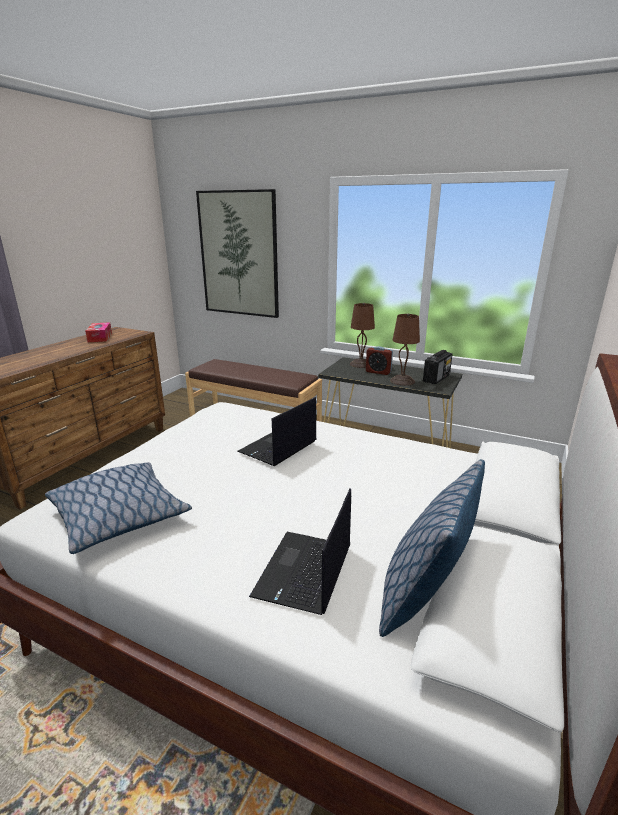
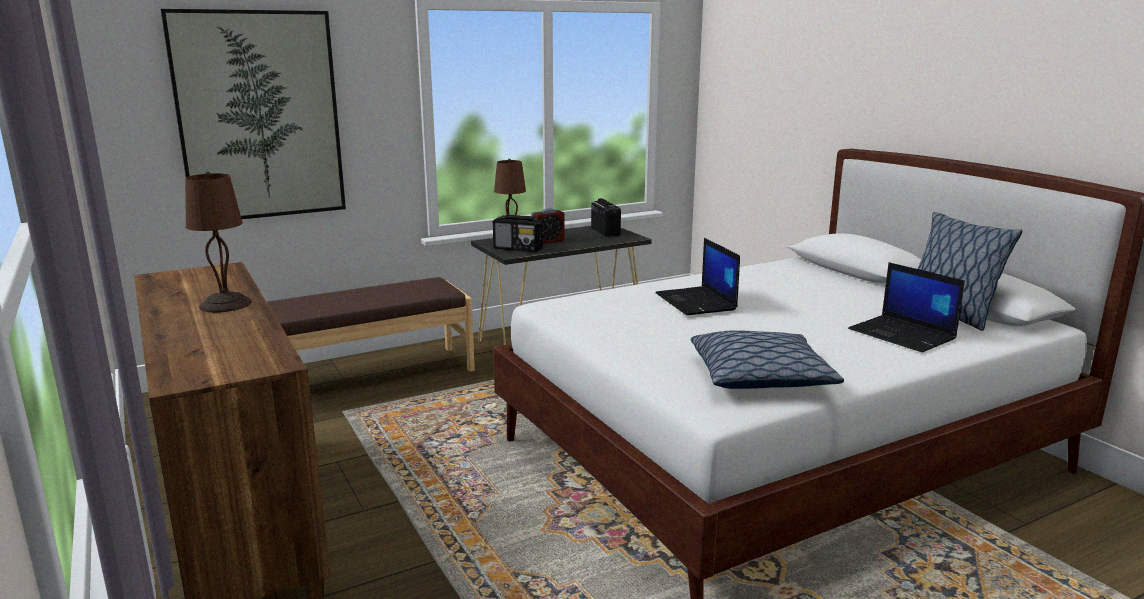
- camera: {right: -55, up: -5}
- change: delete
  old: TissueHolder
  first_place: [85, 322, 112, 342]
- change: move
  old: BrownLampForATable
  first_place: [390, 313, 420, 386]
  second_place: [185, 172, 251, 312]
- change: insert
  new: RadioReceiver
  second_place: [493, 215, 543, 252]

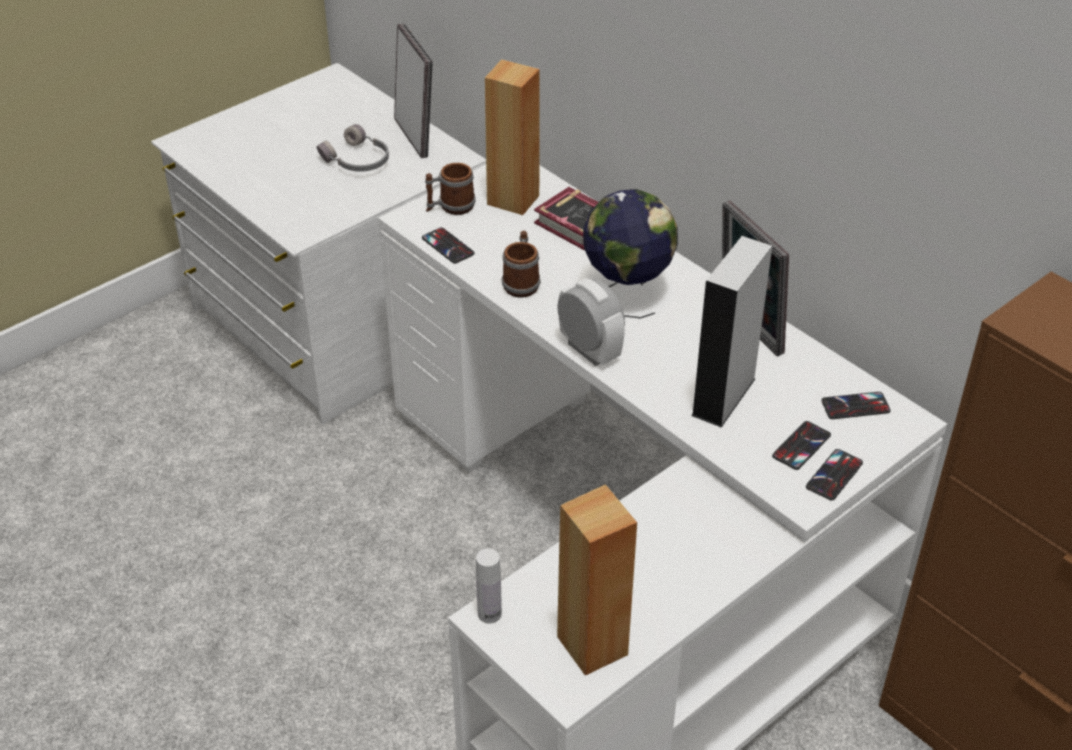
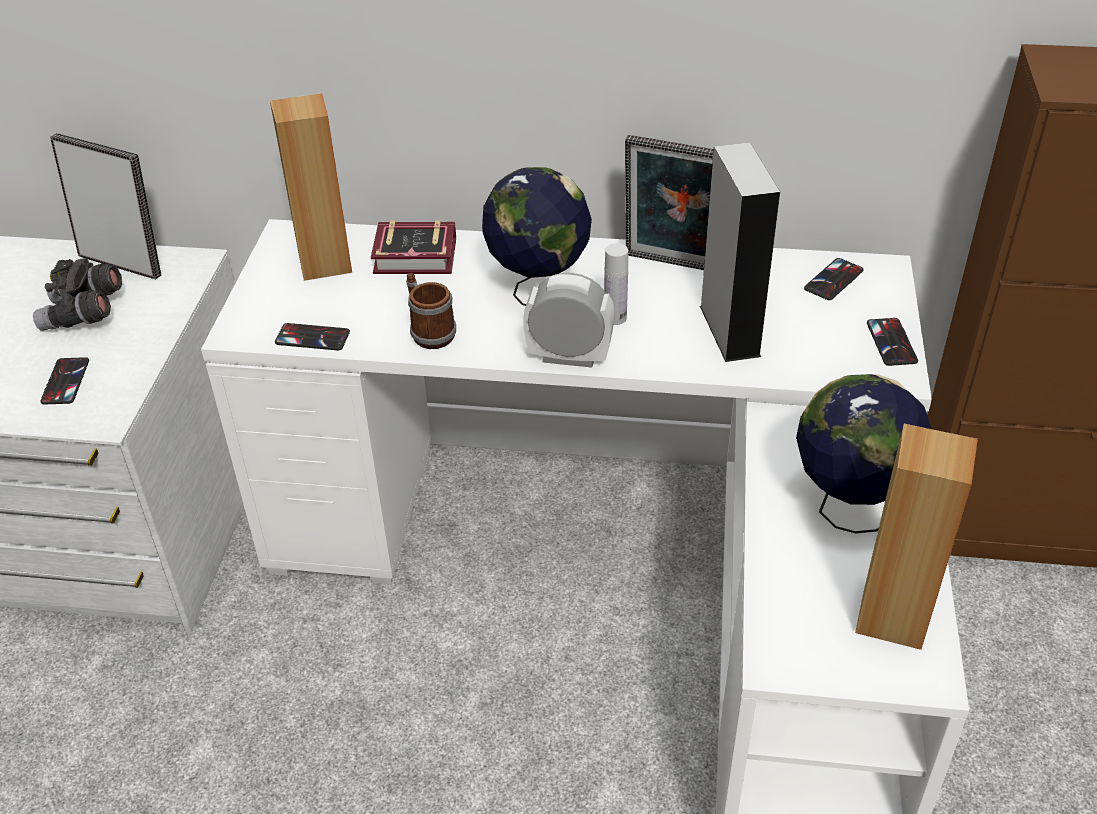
- camera: {right: -40, up: 0}
- change: replace
  old: GreyishPairOfHeadphones
  new: GreyishPairOfBinoculars
  first_place: [316, 124, 389, 172]
  second_place: [33, 258, 122, 331]
- change: delete
  old: Mug
  first_place: [425, 163, 476, 215]
- change: move
  old: WhiteColouredDrinkBottle
  first_place: [476, 548, 502, 623]
  second_place: [604, 243, 628, 325]
- change: move
  old: Handset
  first_place: [772, 421, 831, 470]
  second_place: [40, 357, 89, 404]
- change: insert
  new: DeskGlobe
  second_place: [796, 374, 931, 533]

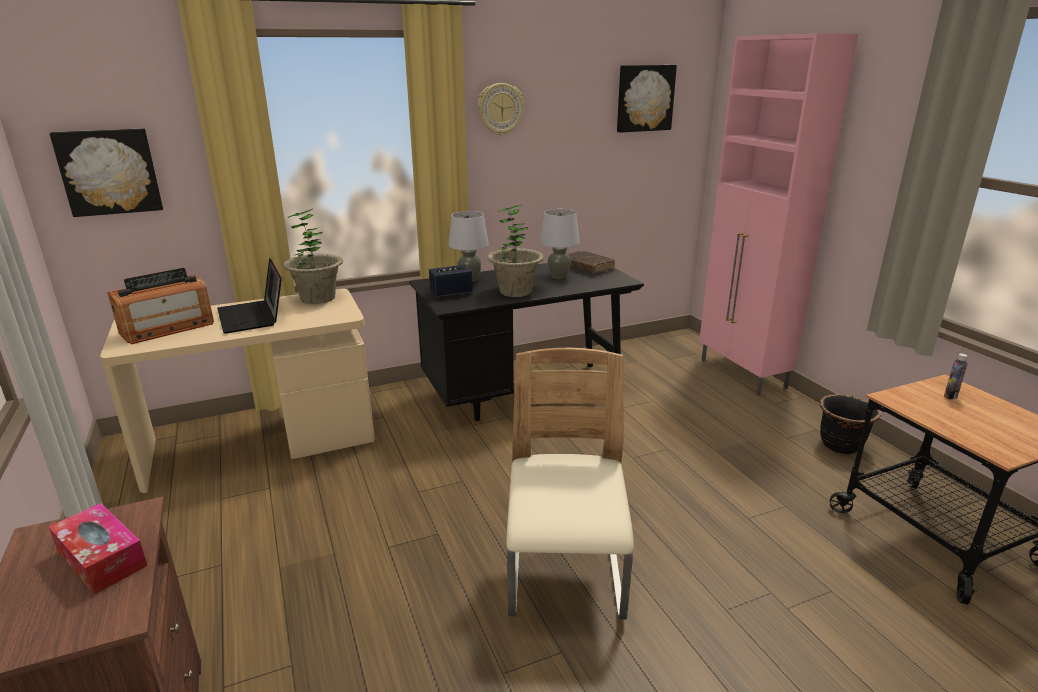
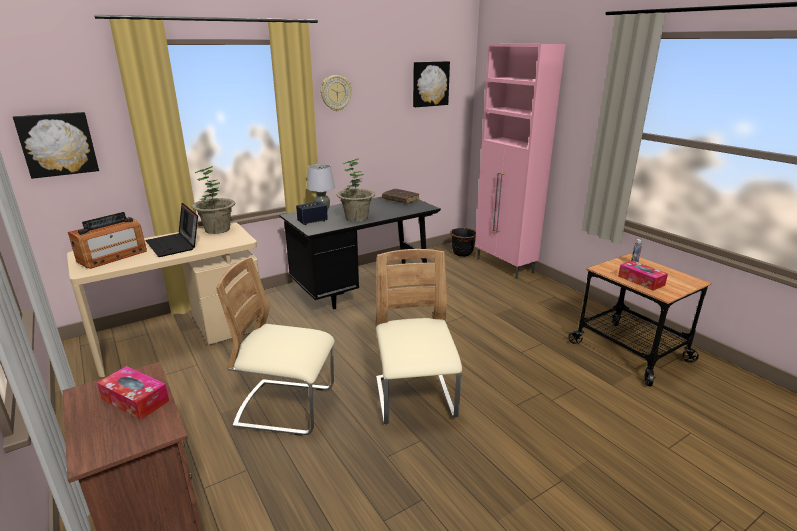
- camera: {right: -10, up: 0}
- change: delete
  old: GreyishLampForATable
  first_place: [540, 209, 580, 279]
- change: move
  old: BlackColouredPlantPot
  first_place: [820, 394, 881, 454]
  second_place: [450, 228, 476, 257]
- change: insert
  new: SandColouredPlainChair
  second_place: [216, 257, 335, 436]
- change: insert
  new: TissueHolder
  second_place: [618, 260, 668, 291]

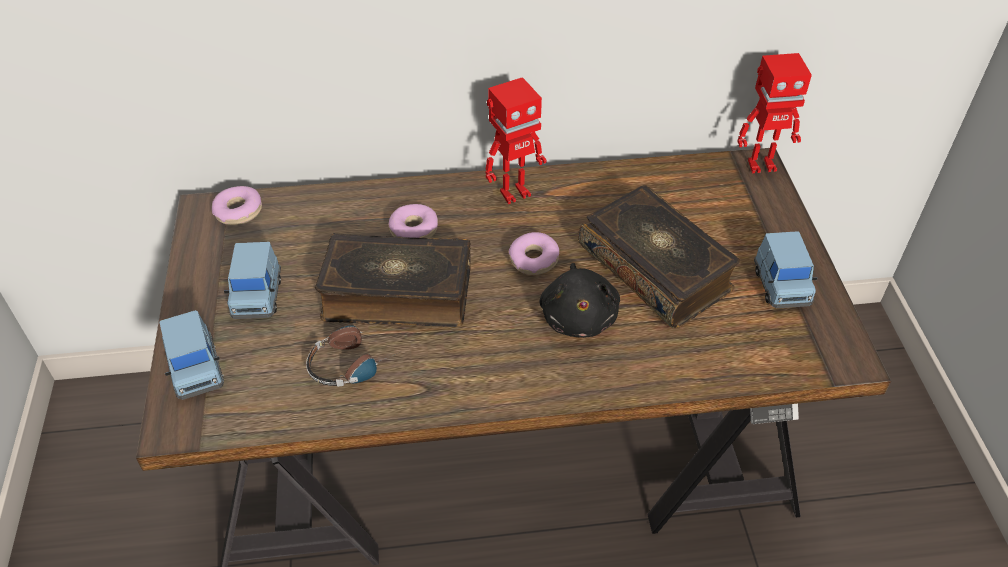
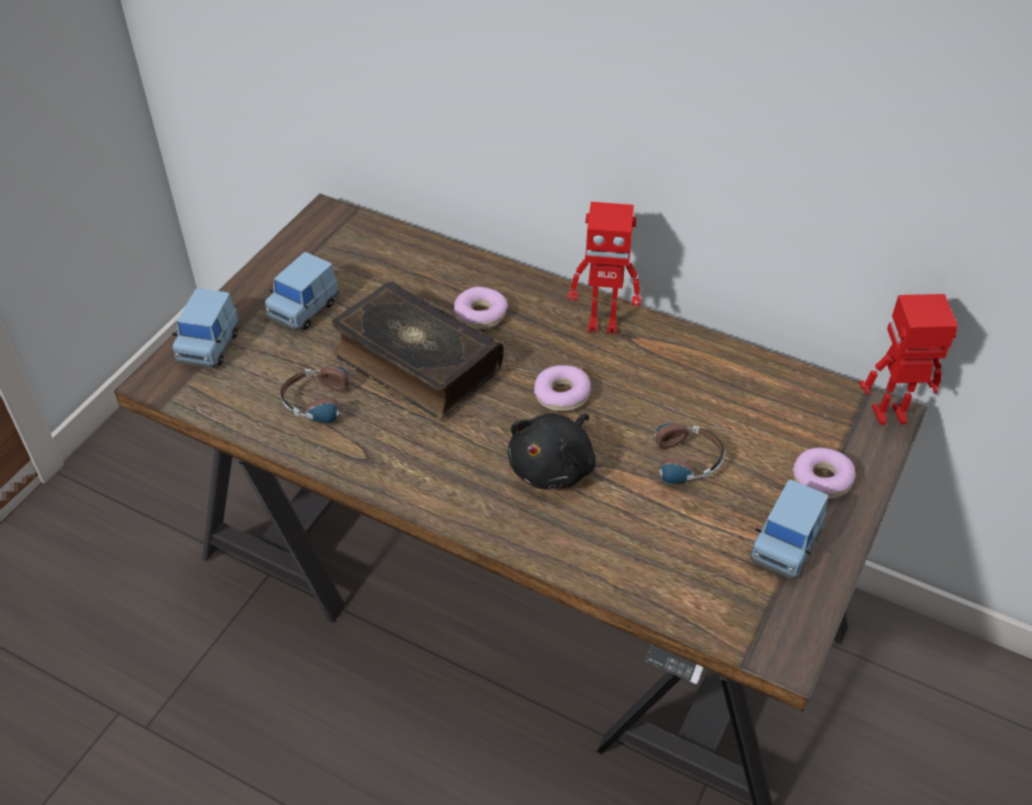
- camera: {right: 35, up: 0}
- change: move
  old: Donut
  first_place: [212, 186, 262, 225]
  second_place: [792, 448, 855, 499]
- change: replace
  old: Volume
  new: PairOfHeadphones
  first_place: [578, 185, 740, 328]
  second_place: [622, 423, 725, 484]
- change: rotate
  old: ModelRobot
  first_place: [737, 53, 812, 173]
  second_place: [859, 294, 958, 425]
  degrees: 150

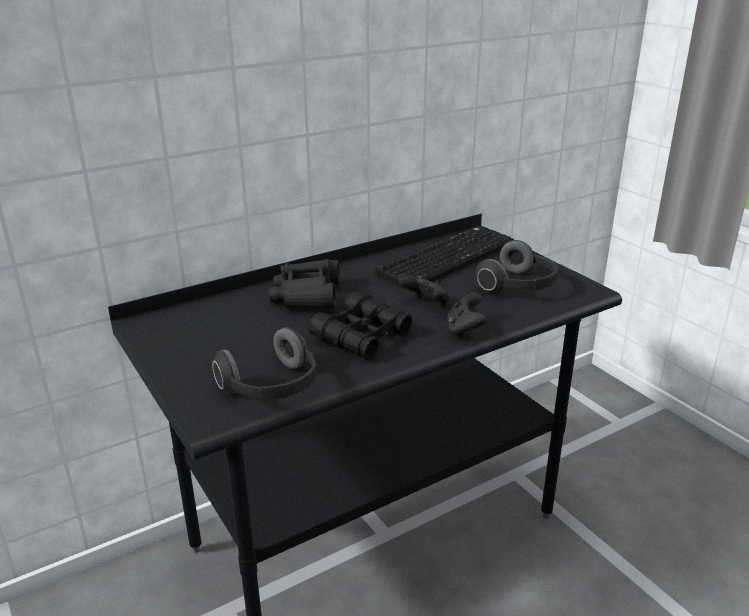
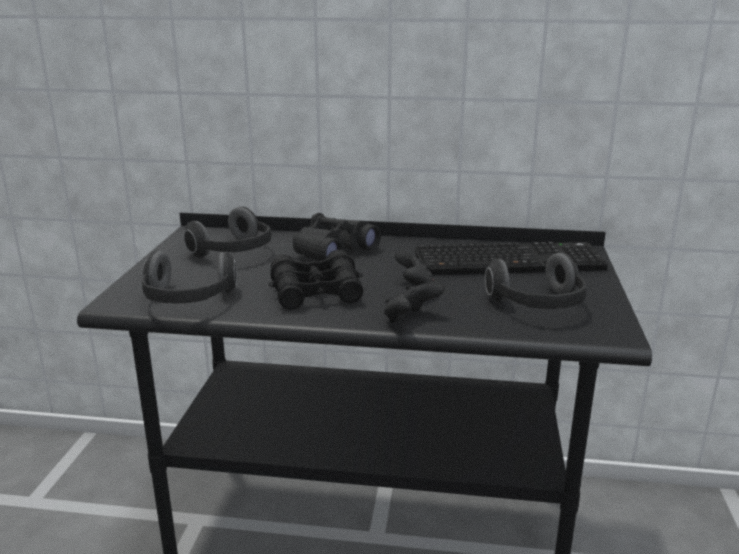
- camera: {right: 40, up: -5}
- change: insert
  new: PairOfHeadphones
  second_place: [183, 206, 272, 258]

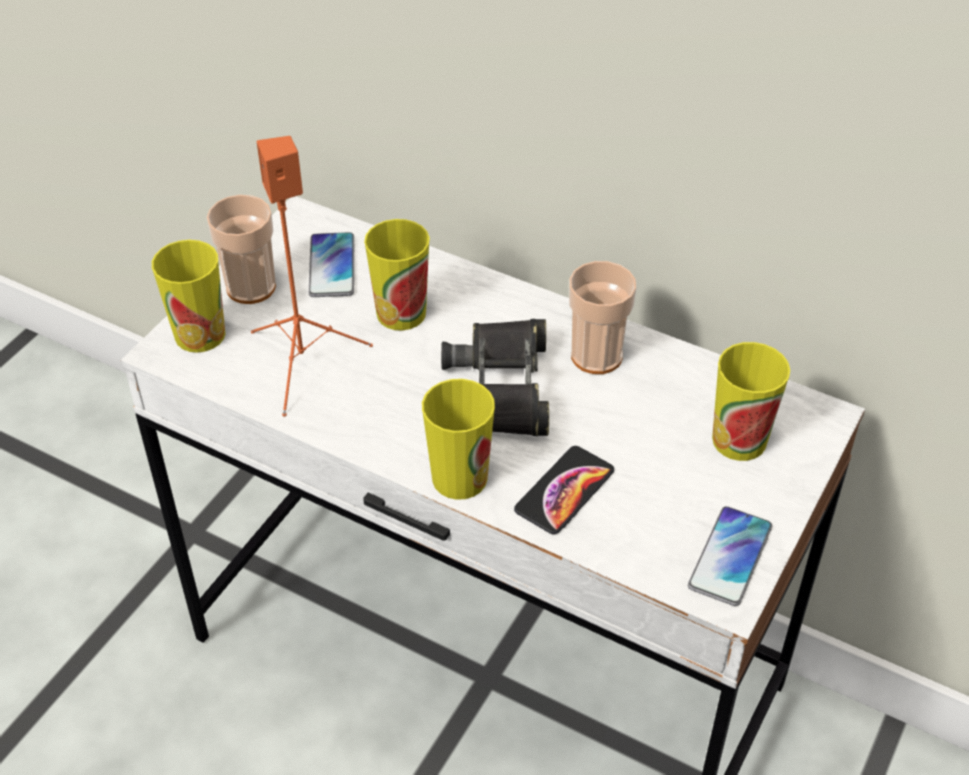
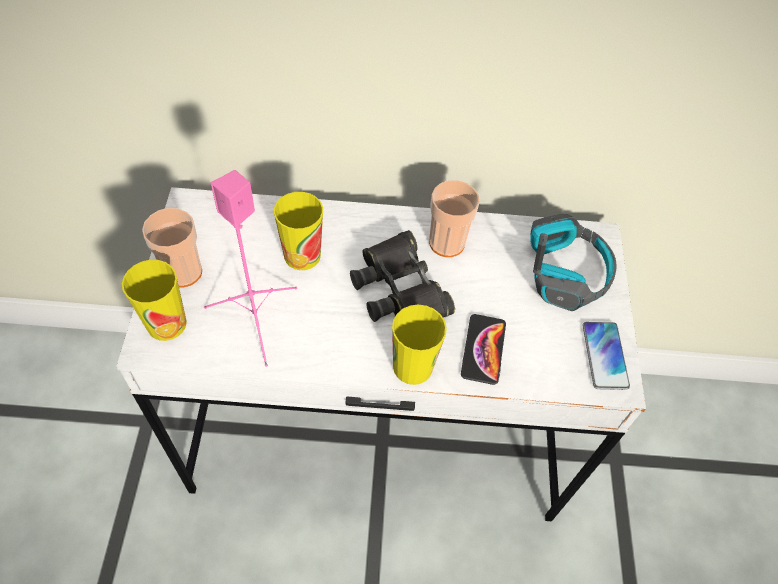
- camera: {right: -30, up: 10}
- change: recolor
  old: OrangeyAudioSpeaker
  new: PinkColouredAudioSpeaker
  first_place: [251, 136, 373, 417]
  second_place: [204, 170, 297, 367]
- change: delete
  old: Handset
  first_place: [309, 232, 354, 297]
- change: replace
  old: SmallCup
  new: PairOfHeadphones
  first_place: [712, 342, 790, 461]
  second_place: [530, 214, 617, 311]

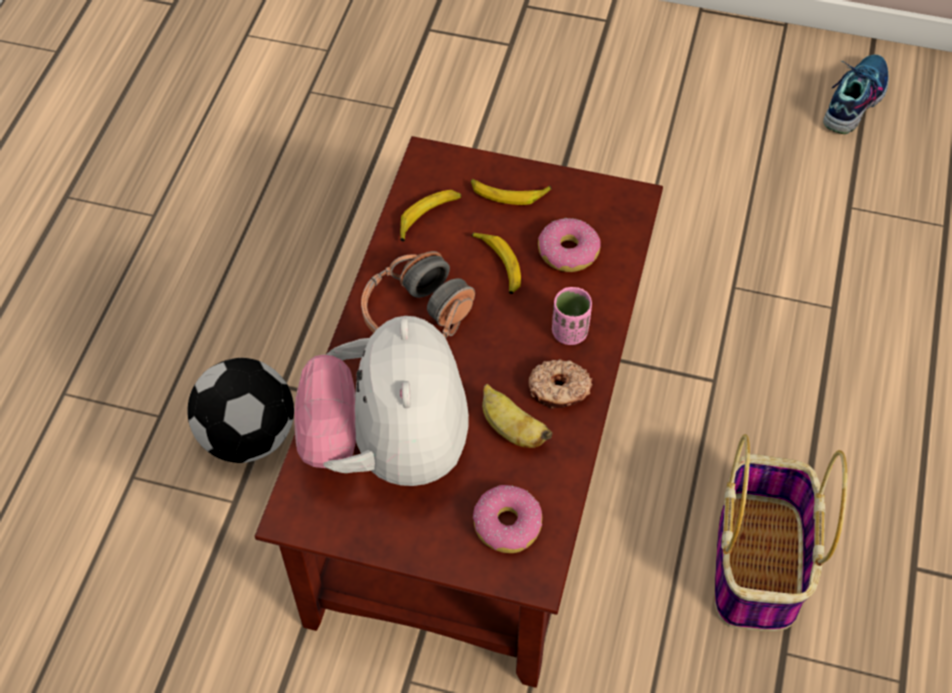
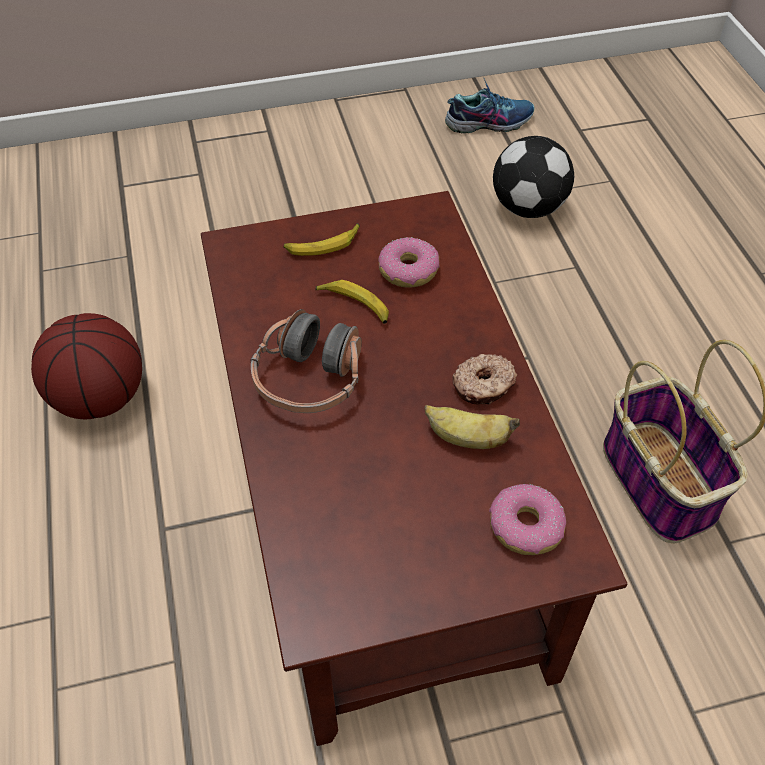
- camera: {right: -30, up: -5}
- change: move
  old: FootballBall
  first_place: [188, 358, 294, 463]
  second_place: [493, 136, 574, 218]
- change: delete
  old: SoftToy
  first_place: [294, 316, 469, 486]
- change: delete
  old: BananaFruit
  first_place: [400, 190, 461, 242]
- change: delete
  old: PinkColouredSmallCup
  first_place: [552, 287, 592, 345]
- change: rotate
  old: Shoe
  first_place: [823, 55, 889, 134]
  second_place: [445, 79, 535, 133]
  degrees: 75
- change: insert
  new: BallForBasketball
  second_place: [31, 313, 142, 419]

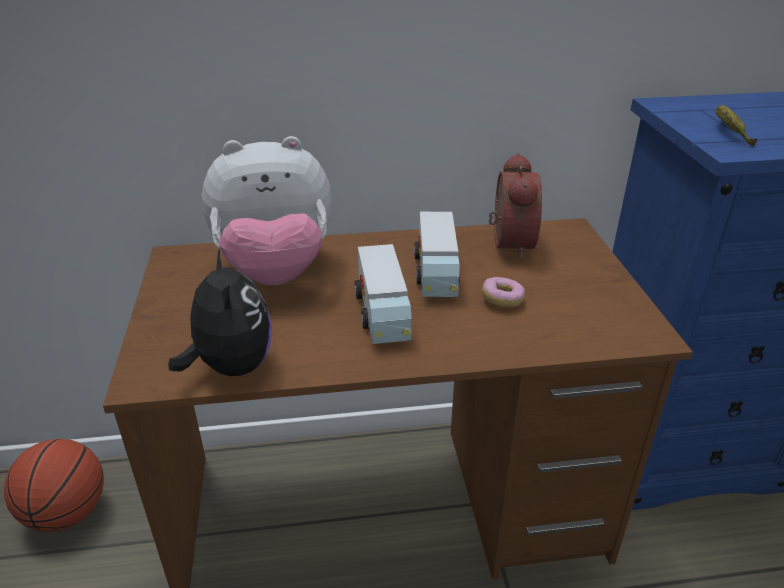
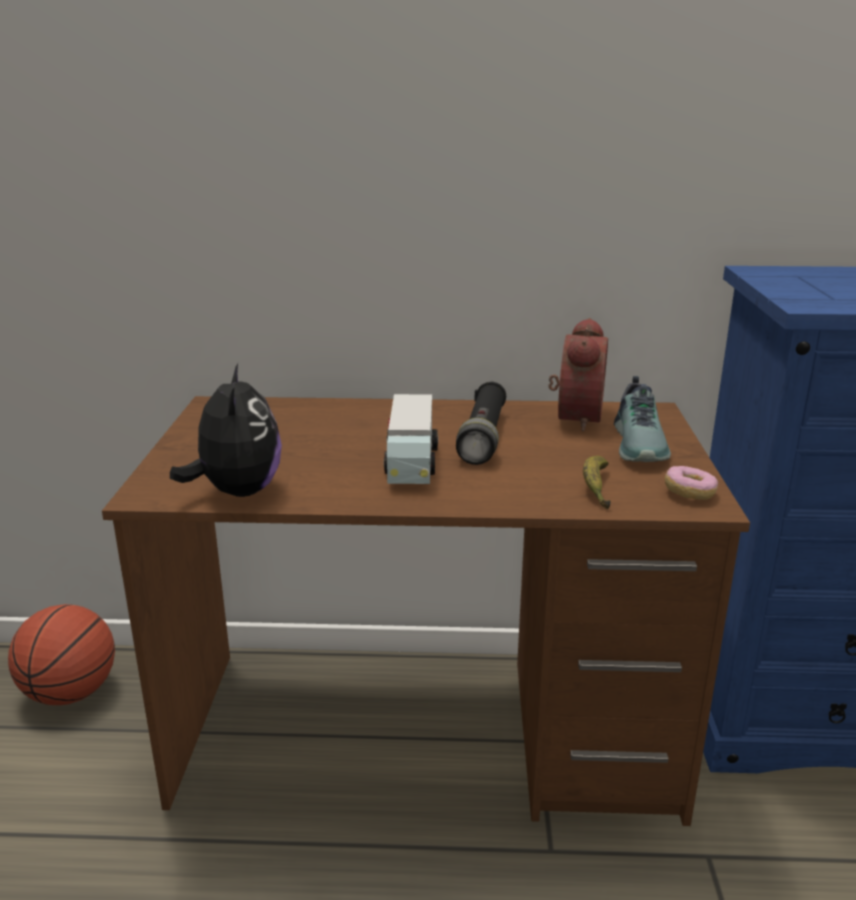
- camera: {right: 10, up: -10}
- change: delete
  old: SoftToy
  first_place: [202, 136, 332, 285]
- change: replace
  old: ToyLorry
  new: BlackColouredHandTorch
  first_place: [414, 212, 460, 297]
  second_place: [456, 382, 506, 465]
- change: move
  old: Donut
  first_place: [482, 277, 525, 308]
  second_place: [665, 466, 718, 500]
- change: move
  old: BananaFruit
  first_place: [716, 105, 757, 146]
  second_place: [583, 456, 611, 509]
- change: insert
  new: Shoe
  second_place: [614, 376, 671, 462]

